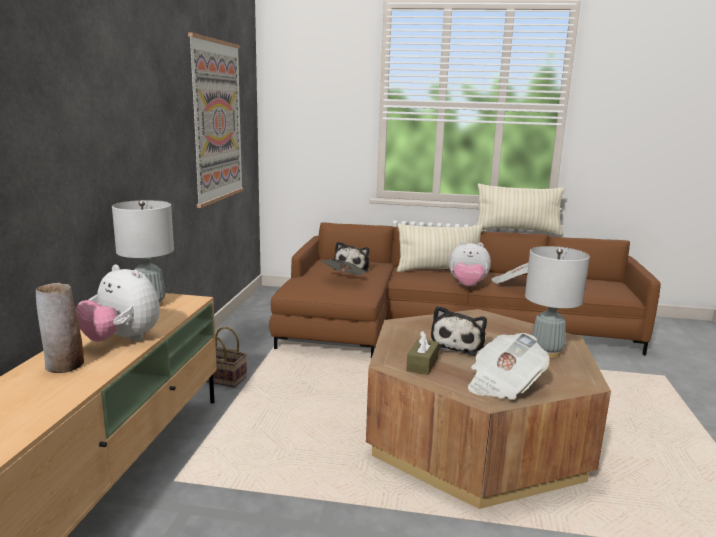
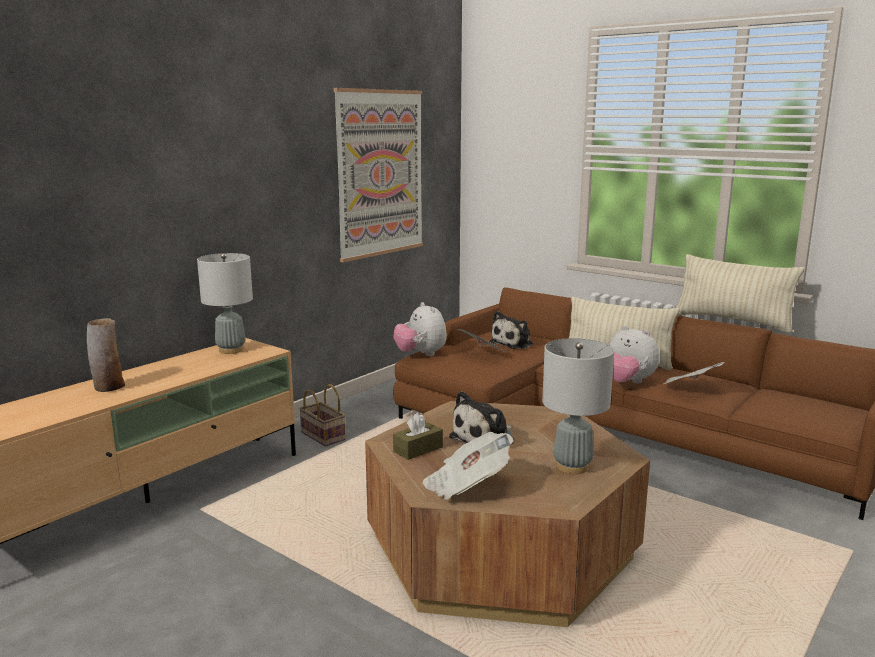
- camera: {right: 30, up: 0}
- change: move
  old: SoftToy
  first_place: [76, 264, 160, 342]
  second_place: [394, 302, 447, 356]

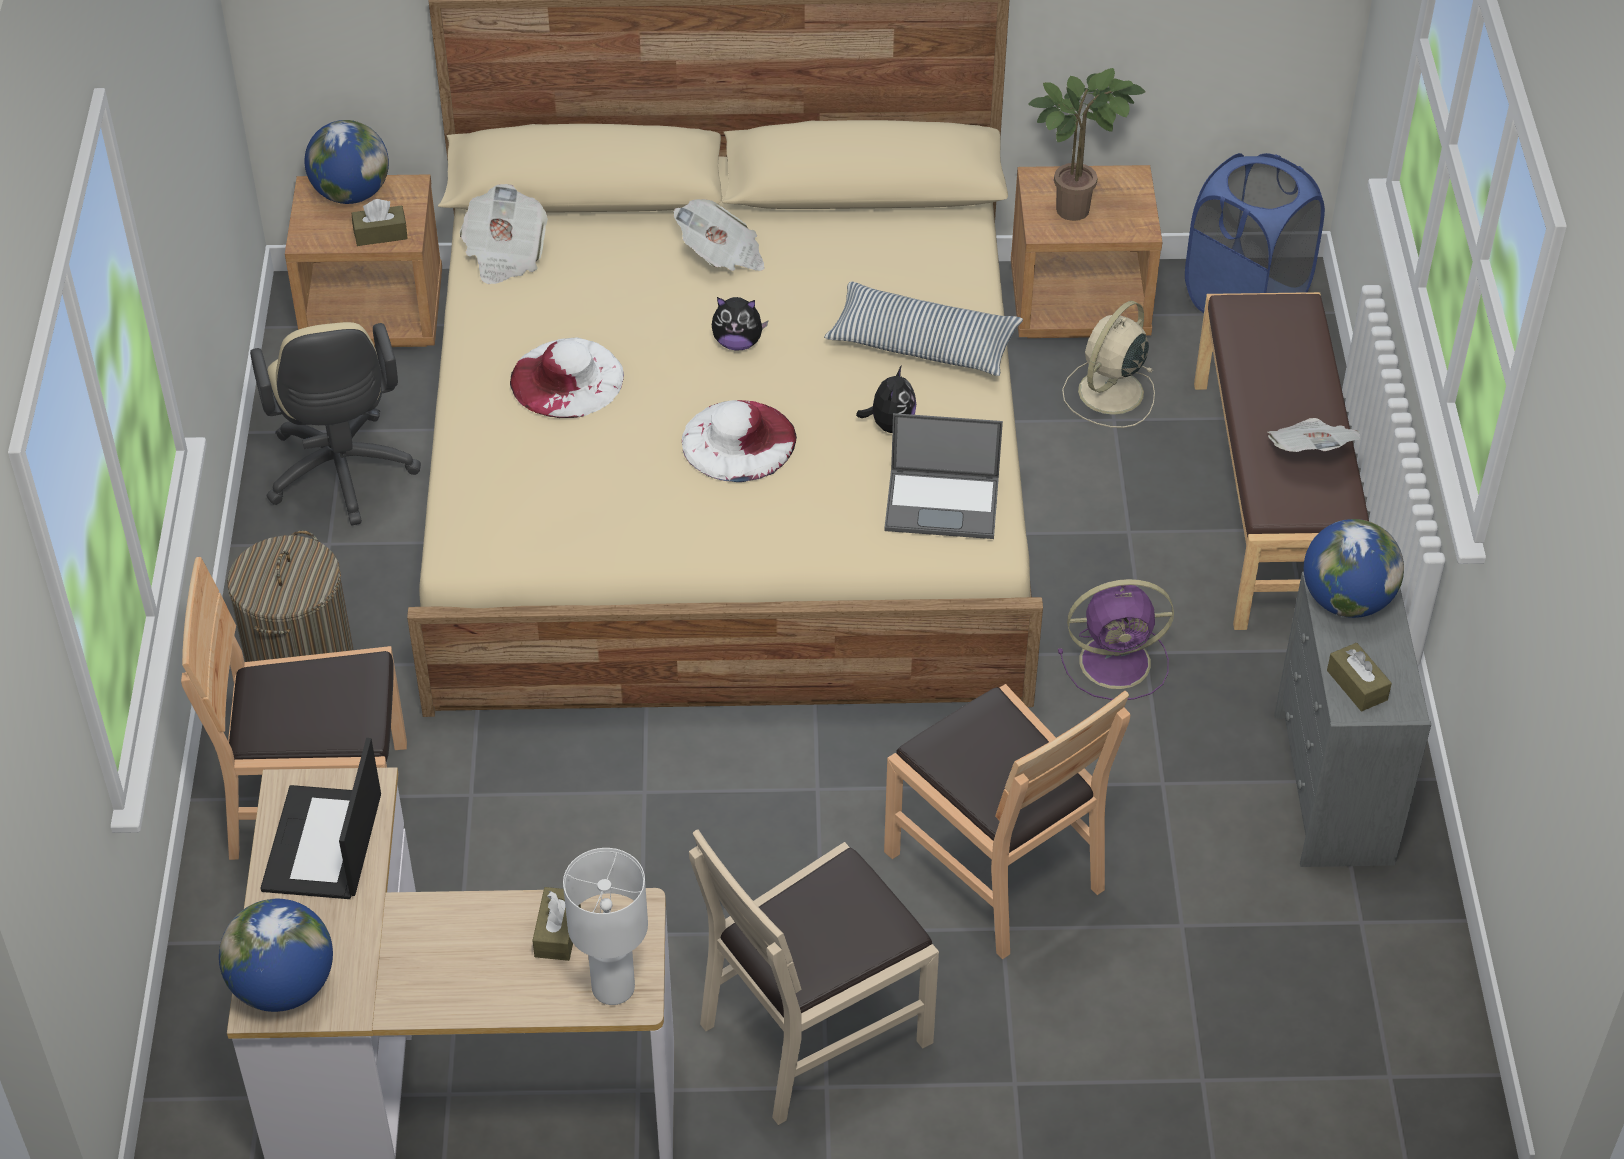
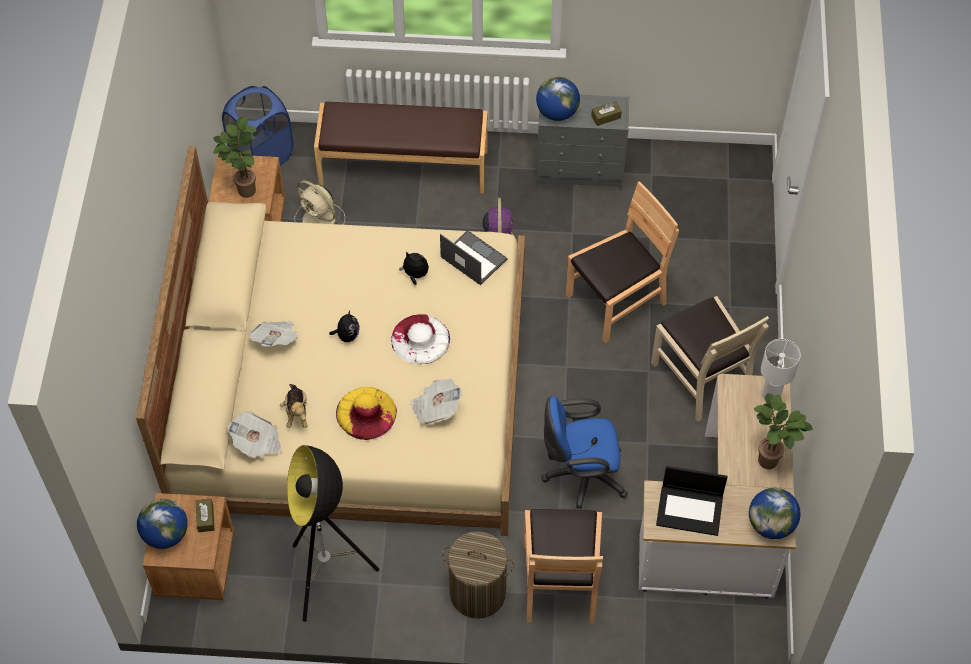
- camera: {right: -85, up: 10}
- change: replace
  old: SandColouredOfficeChair
  new: StandingLamp
  first_place: [250, 322, 421, 525]
  second_place: [287, 445, 379, 622]
- change: recolor
  old: WhiteColouredHat
  new: YellowishHat
  first_place: [510, 337, 624, 418]
  second_place: [336, 387, 397, 440]
- change: delete
  old: BrownTissueHolder
  first_place: [532, 887, 581, 961]
- change: delete
  old: ThrowPillow
  first_place: [824, 282, 1023, 376]
- change: rotate
  old: Laptop
  first_place: [884, 413, 1003, 539]
  second_place: [440, 230, 507, 285]
  degrees: -60
- change: move
  old: DailyPaper
  first_place: [1267, 418, 1361, 452]
  second_place: [410, 378, 462, 425]
- change: insert
  new: SoftToy
  second_place: [280, 384, 308, 428]
- change: insert
  new: BlueColouredOfficeChair
  second_place: [541, 396, 628, 510]
- change: insert
  new: PottedPlant
  second_place: [754, 393, 813, 469]

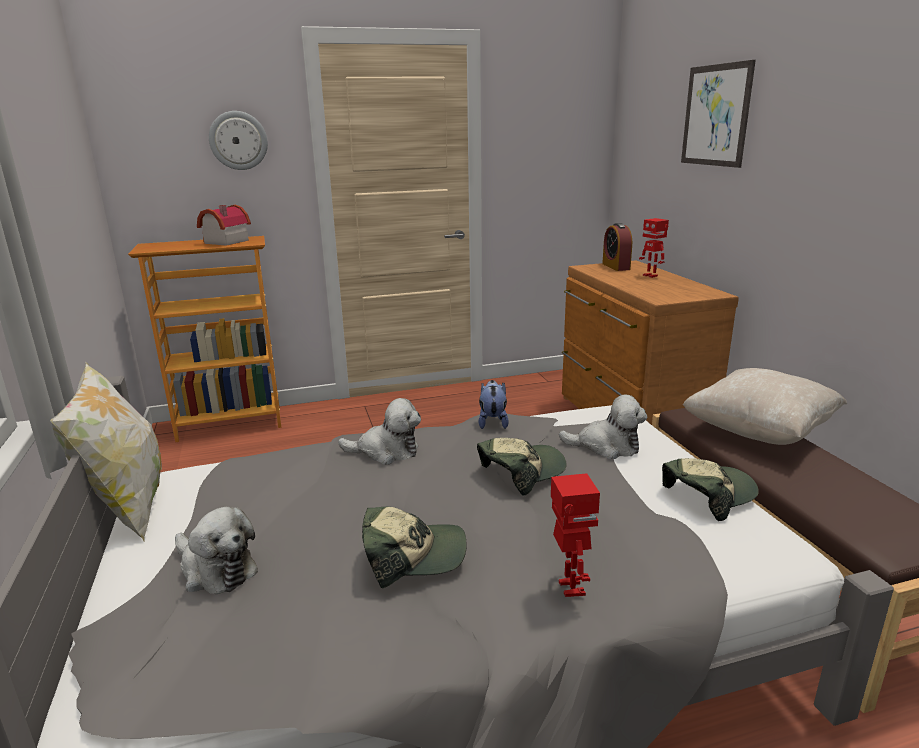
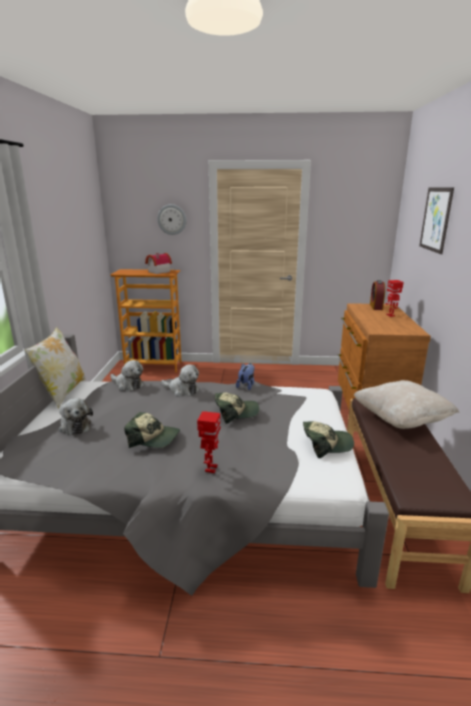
- camera: {right: 20, up: 0}
- change: move
  old: SoftToy
  first_place: [559, 394, 647, 459]
  second_place: [110, 360, 144, 391]

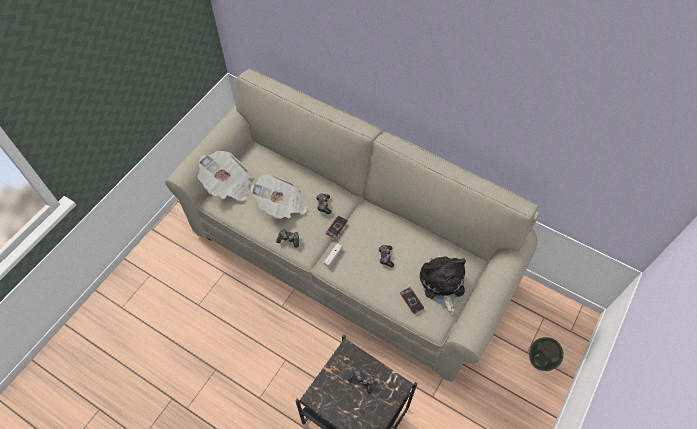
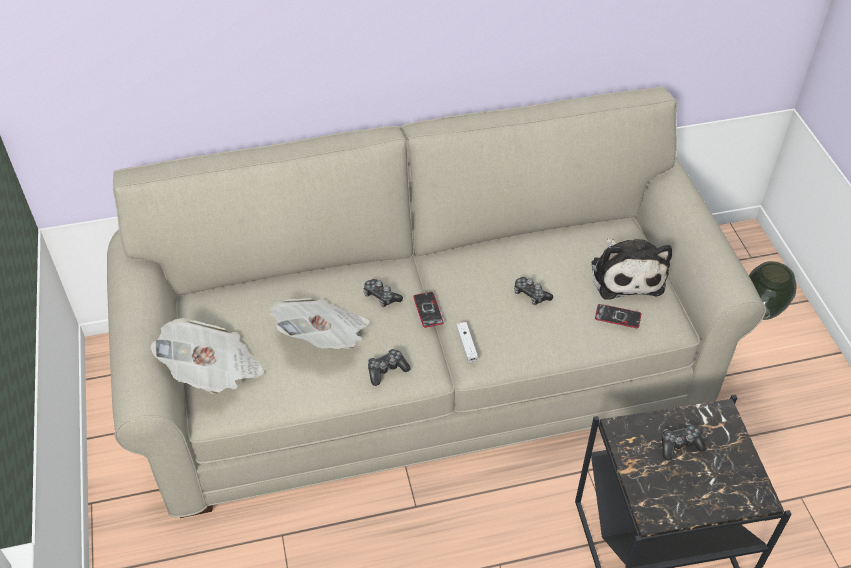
- camera: {right: -45, up: -10}
- change: rotate
  old: SoftToy
  first_place: [419, 256, 466, 314]
  second_place: [591, 237, 672, 300]
  degrees: -135

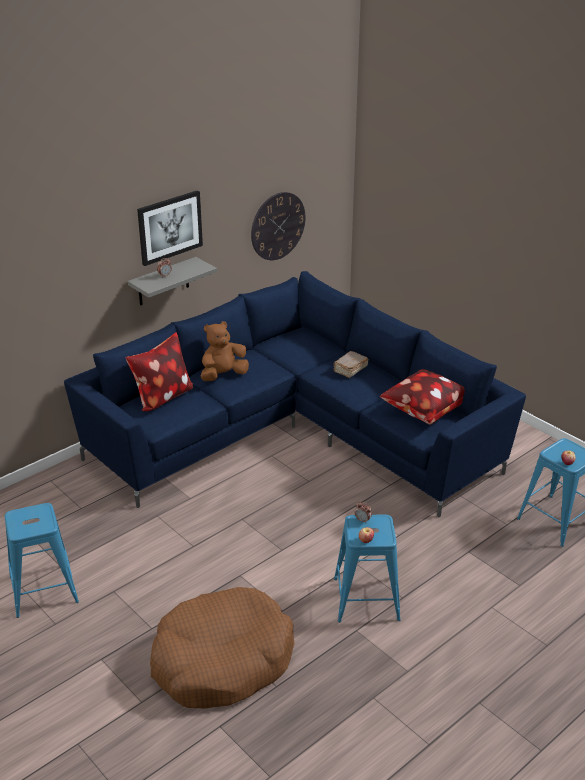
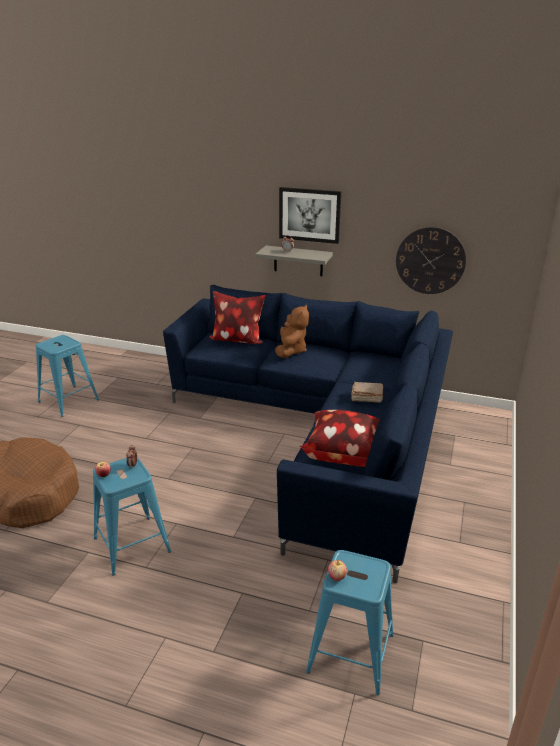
- camera: {right: 60, up: -5}
- change: rotate
  old: BrownSoftToy
  first_place: [201, 321, 249, 381]
  second_place: [275, 305, 309, 358]
  degrees: 75

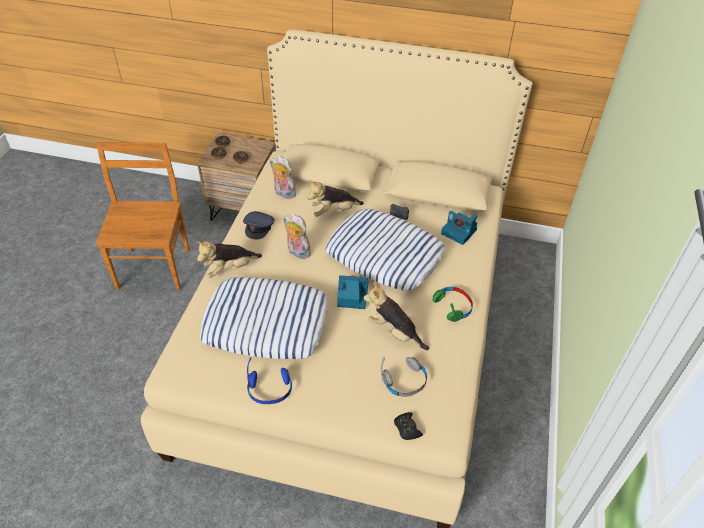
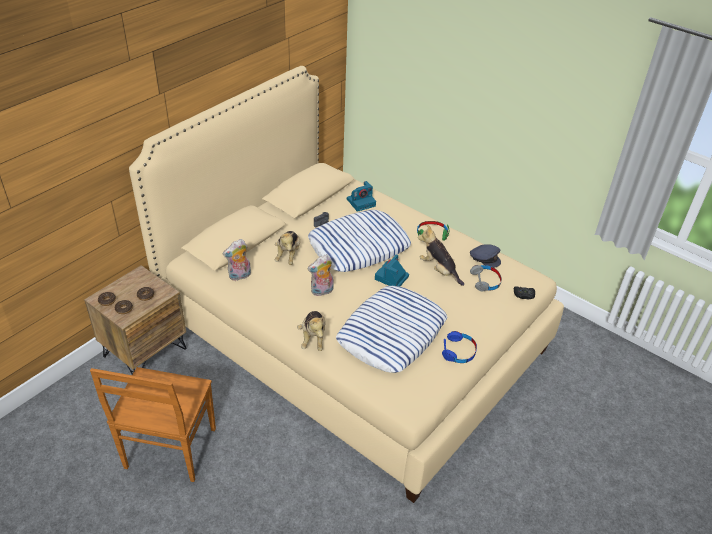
- camera: {right: -65, up: -5}
- change: rotate
  old: BrownPlainChair
  first_place: [96, 142, 190, 290]
  second_place: [90, 367, 216, 482]
  degrees: -105
- change: move
  old: GreyishCap
  first_place: [243, 211, 274, 239]
  second_place: [470, 244, 501, 268]
- change: rotate
  old: SoftToy
  first_place: [364, 282, 429, 350]
  second_place: [418, 225, 464, 286]
  degrees: 75

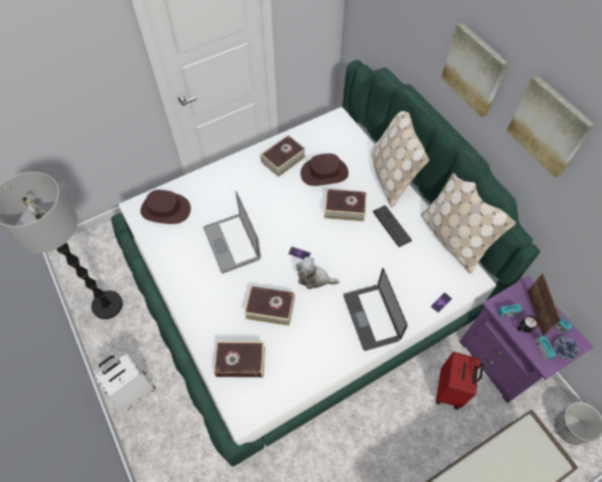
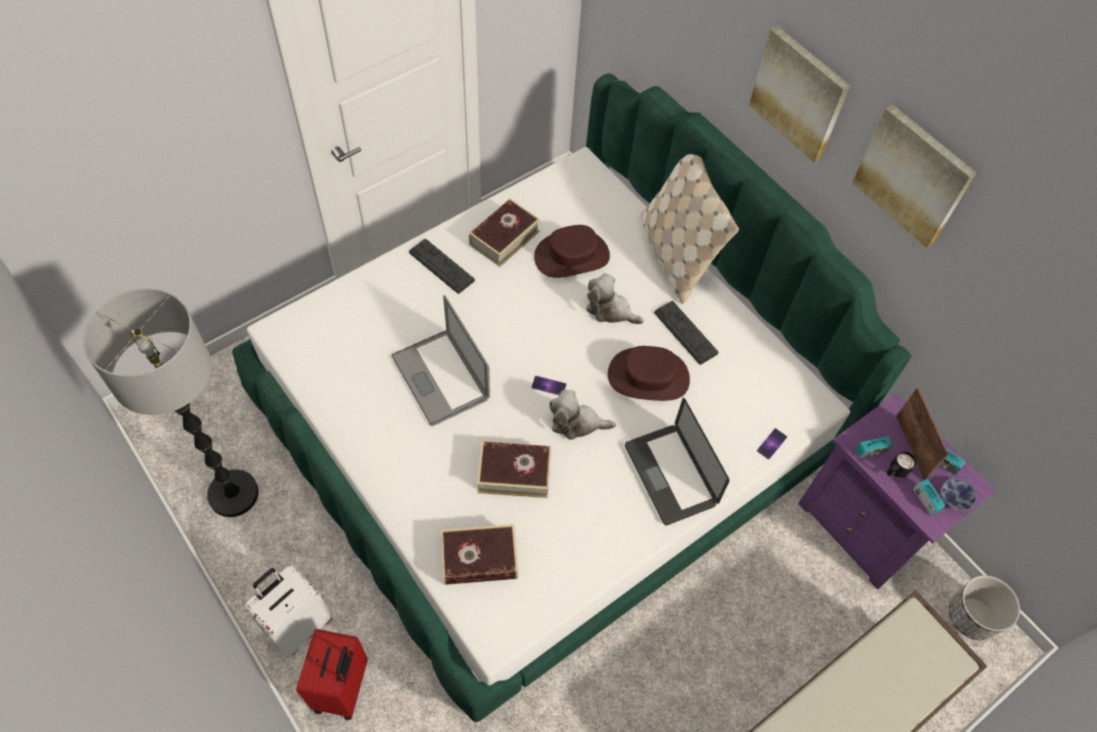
- camera: {right: -10, up: 0}
- change: move
  old: BrownHat
  first_place: [140, 190, 191, 224]
  second_place: [608, 346, 690, 401]
- change: replace
  old: Volume
  new: SoftToy
  first_place: [324, 189, 366, 221]
  second_place: [586, 273, 644, 324]
- change: delete
  old: SandColouredThrowPillow
  first_place: [421, 173, 516, 274]
- change: move
  old: RedColouredTravelCase
  first_place: [436, 352, 484, 410]
  second_place: [297, 629, 368, 720]
- change: insert
  new: PcKeyboard
  second_place: [409, 239, 475, 294]

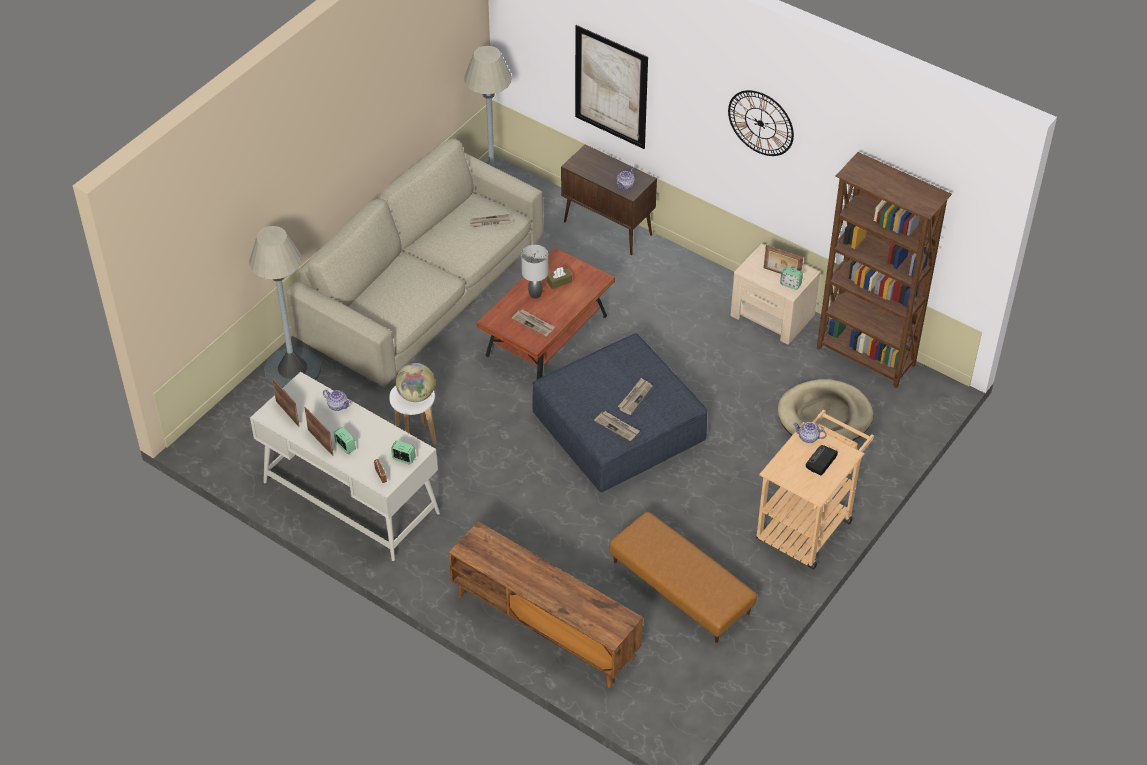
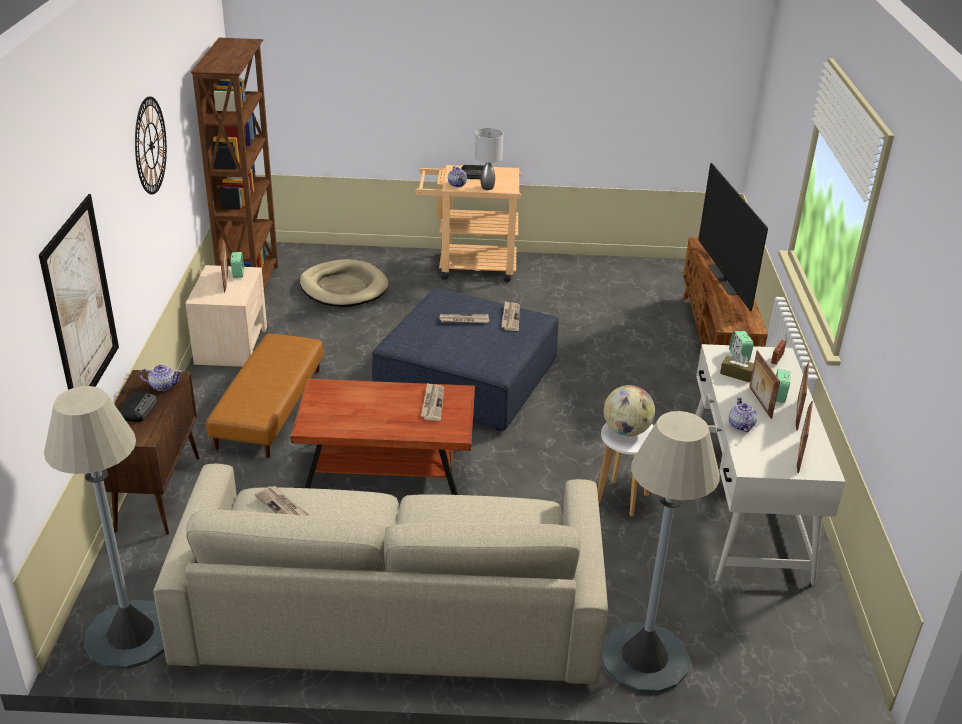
- camera: {right: -125, up: -15}
- change: move
  old: GreyishLampForATable
  first_place: [521, 245, 548, 299]
  second_place: [475, 128, 503, 190]
- change: move
  old: BrownTissueHolder
  first_place: [547, 267, 572, 289]
  second_place: [720, 353, 754, 382]
- change: move
  old: BrownOttoman
  first_place: [609, 512, 757, 643]
  second_place: [206, 334, 323, 458]
- change: insert
  new: RadioReceiver
  second_place: [118, 390, 158, 422]
- change: insert
  new: Television
  second_place: [698, 163, 768, 311]
- change: insert
  new: PictureFrame
  second_place: [749, 351, 780, 419]

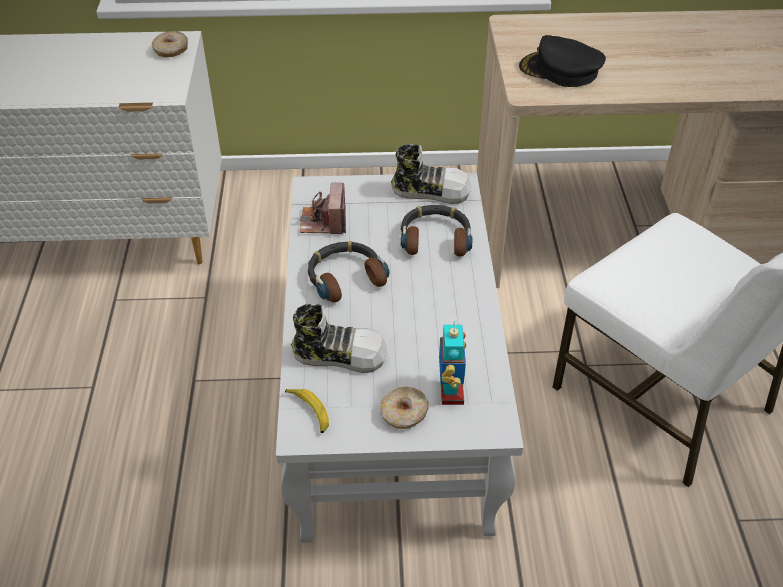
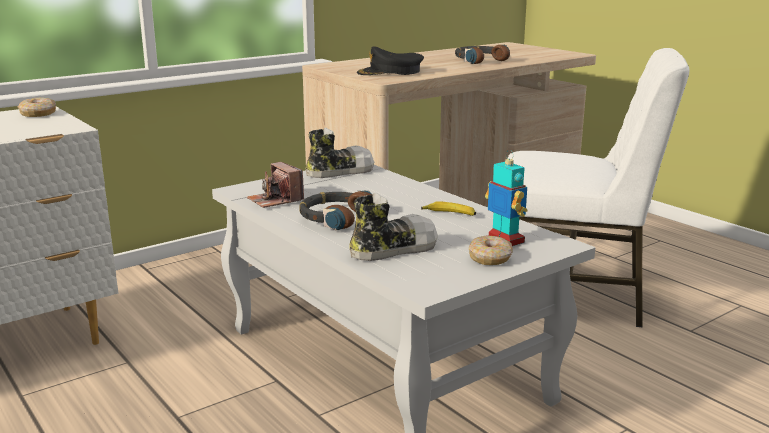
- camera: {right: -35, up: -25}
- change: move
  old: BananaFruit
  first_place: [285, 389, 329, 433]
  second_place: [421, 201, 476, 216]
- change: move
  old: PairOfHeadphones
  first_place: [401, 205, 473, 256]
  second_place: [455, 45, 510, 64]

